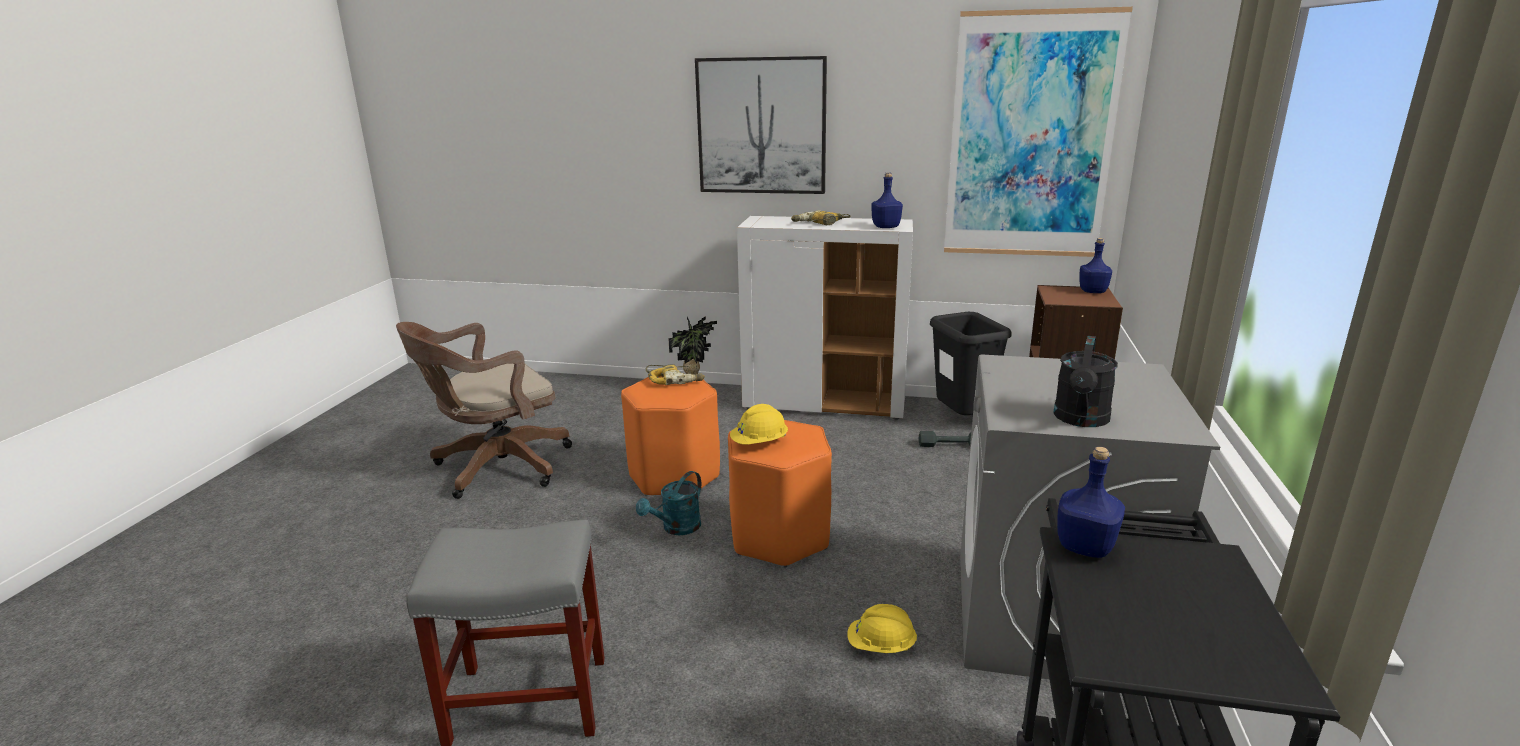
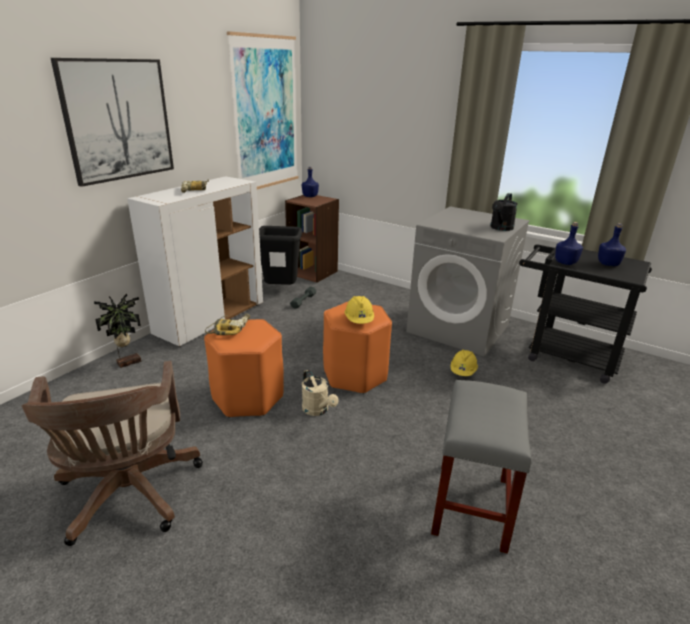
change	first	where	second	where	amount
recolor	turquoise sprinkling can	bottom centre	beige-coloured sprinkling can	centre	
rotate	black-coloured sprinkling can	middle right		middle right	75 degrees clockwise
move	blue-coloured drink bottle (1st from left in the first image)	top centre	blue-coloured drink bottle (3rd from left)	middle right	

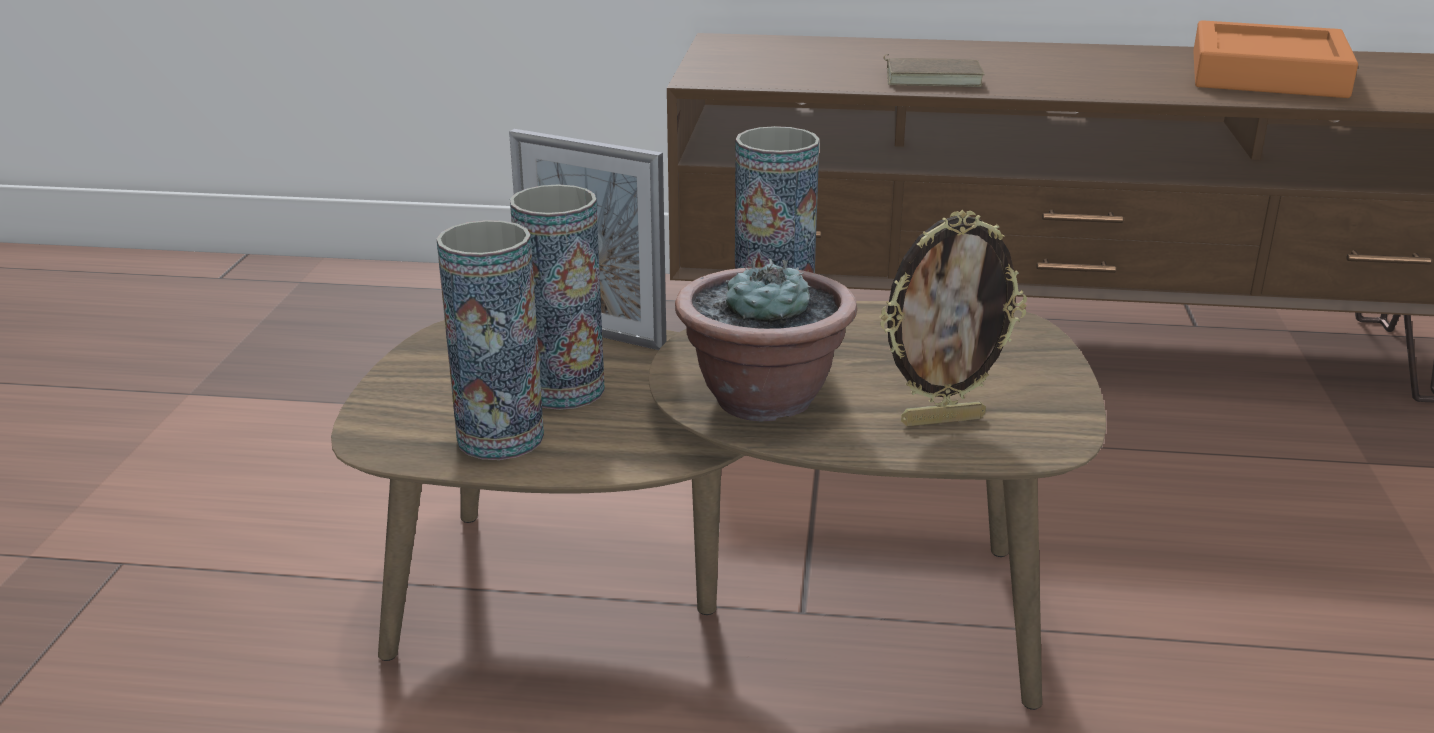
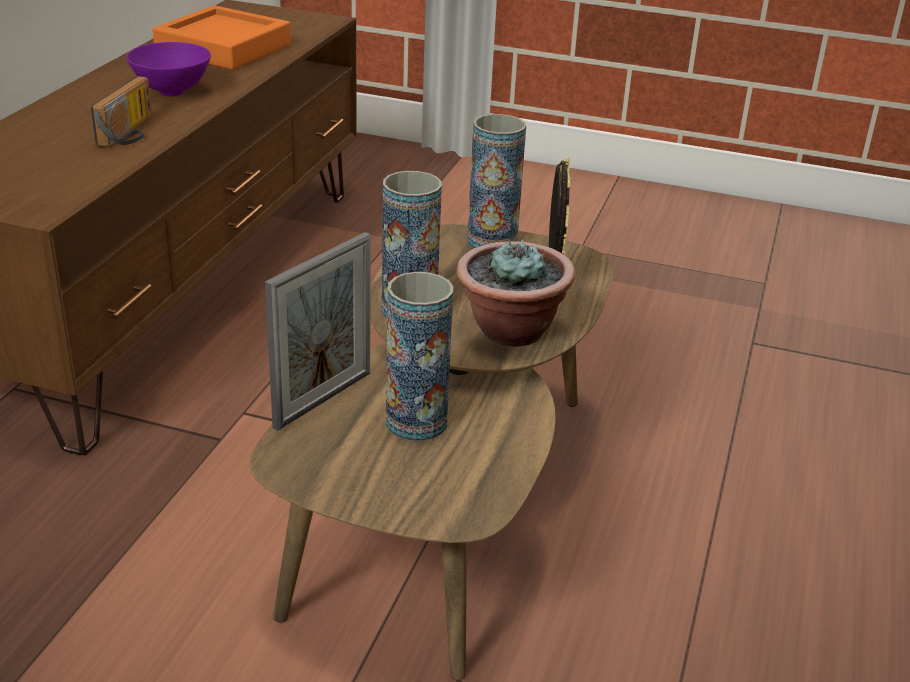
change	first	where	second	where	amount
replace	brown bound book	top centre	radio receiver	top left	
insert			purple deep dish	top left	
move	vase (1st from left in the first image)	centre	vase (3rd from left)	top centre	

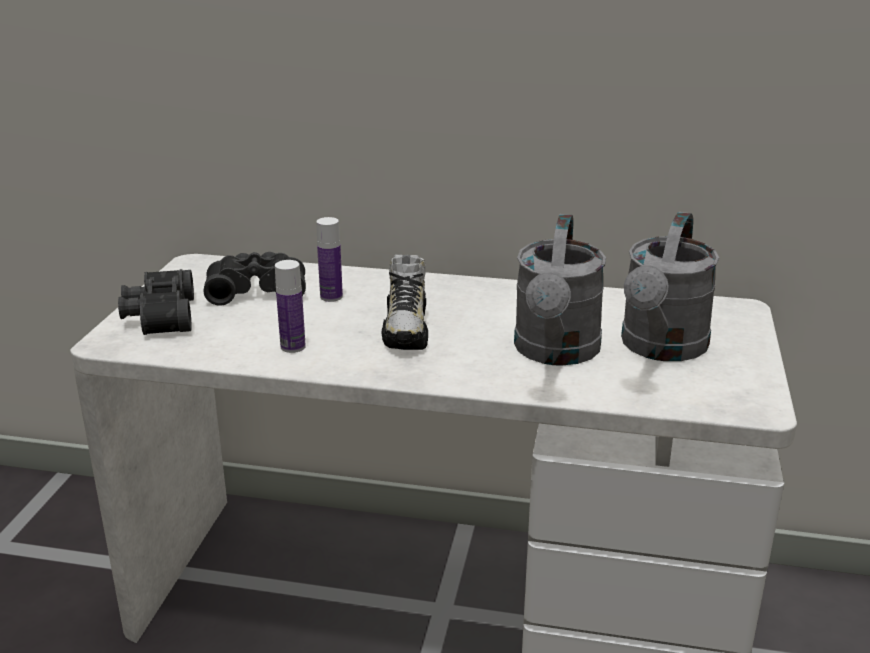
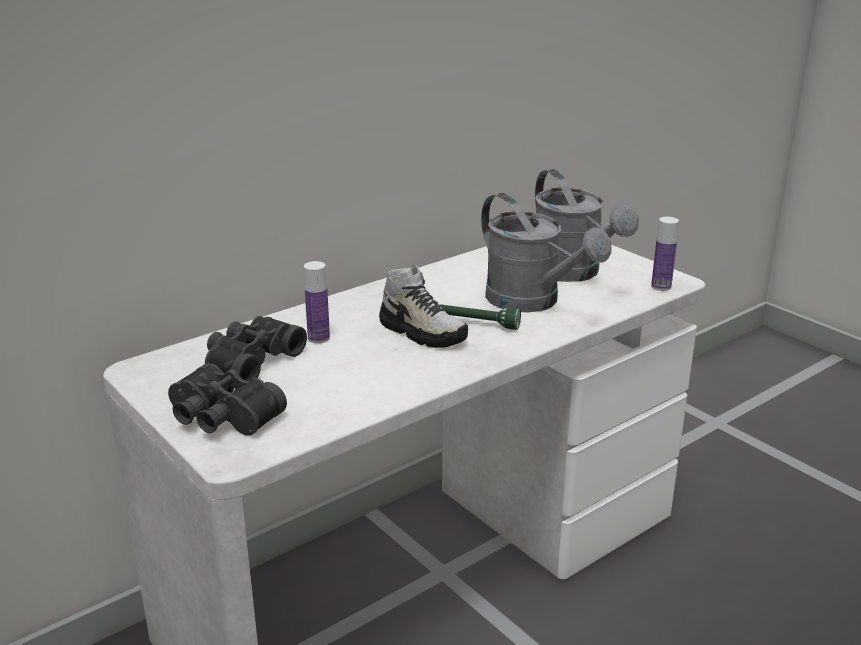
change	first	where	second	where	amount
insert			green hand torch	centre	
move	drink bottle (1st from left in the first image)	centre	drink bottle (2nd from left)	middle right	

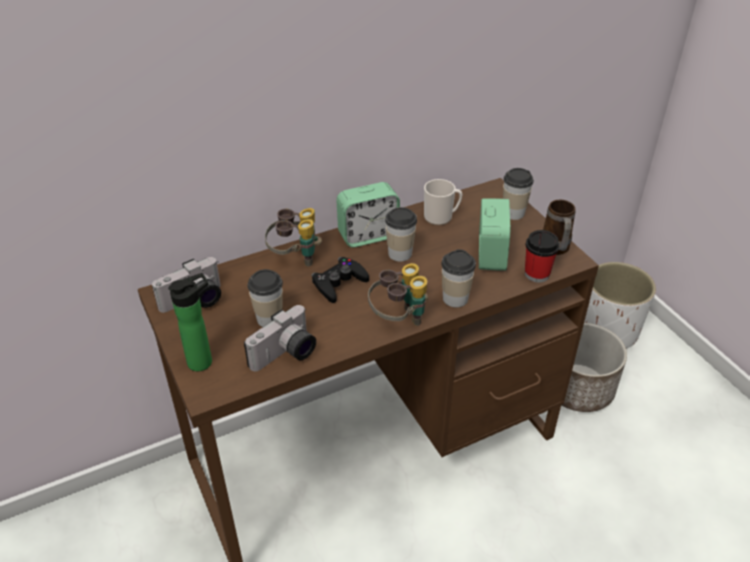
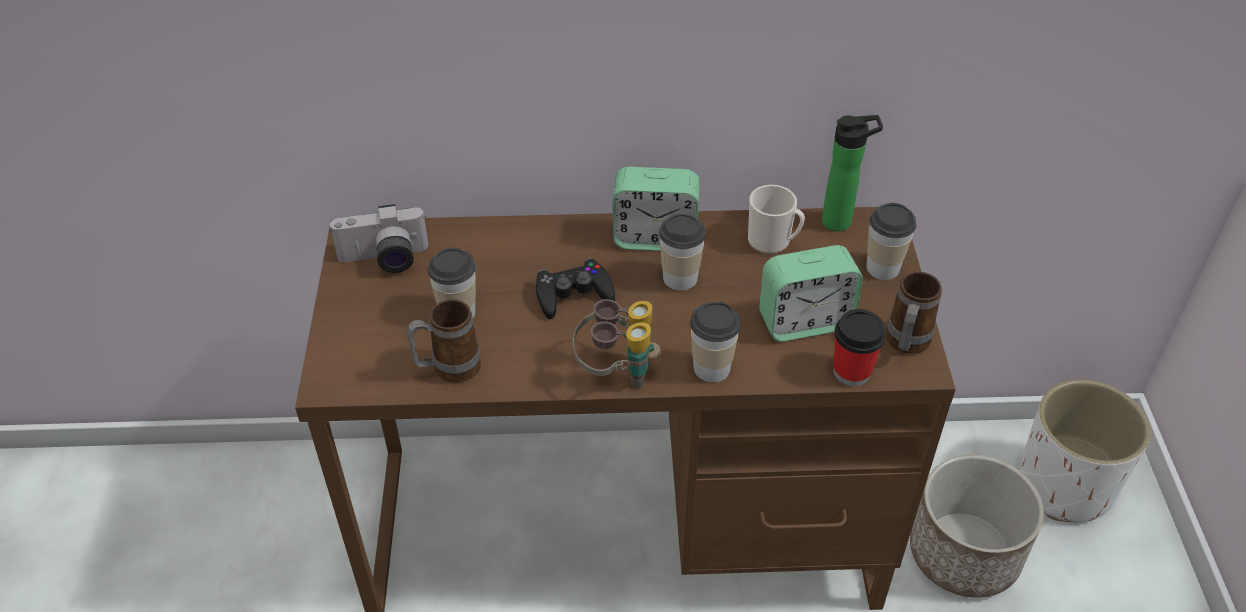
change	first	where	second	where	amount
replace	still camera (2nd from left)	centre	coffee mug (1st from left)	centre	
rotate	bedside clock (2nd from left)	centre		centre	45 degrees clockwise
move	drink bottle	middle left		top right	
delete	pair of binoculars (1st from left)	centre			

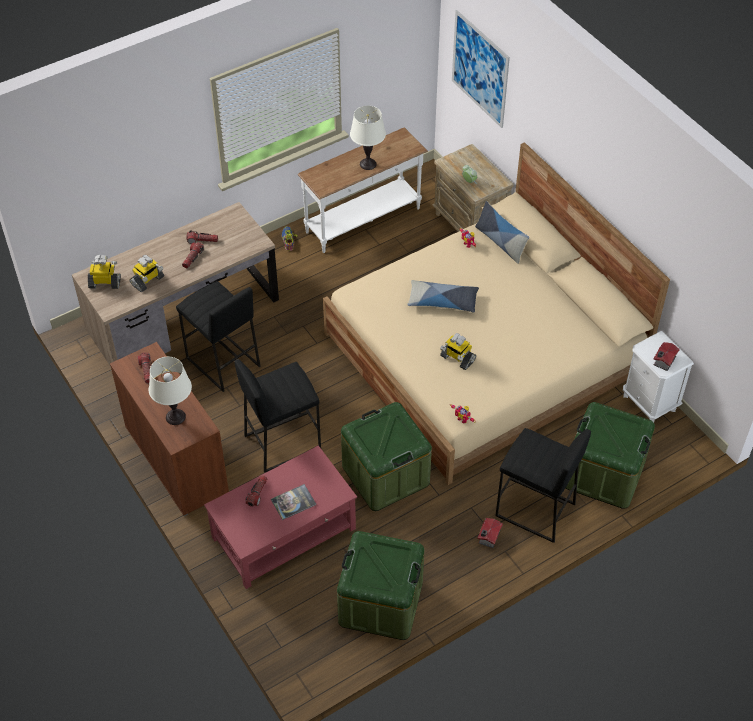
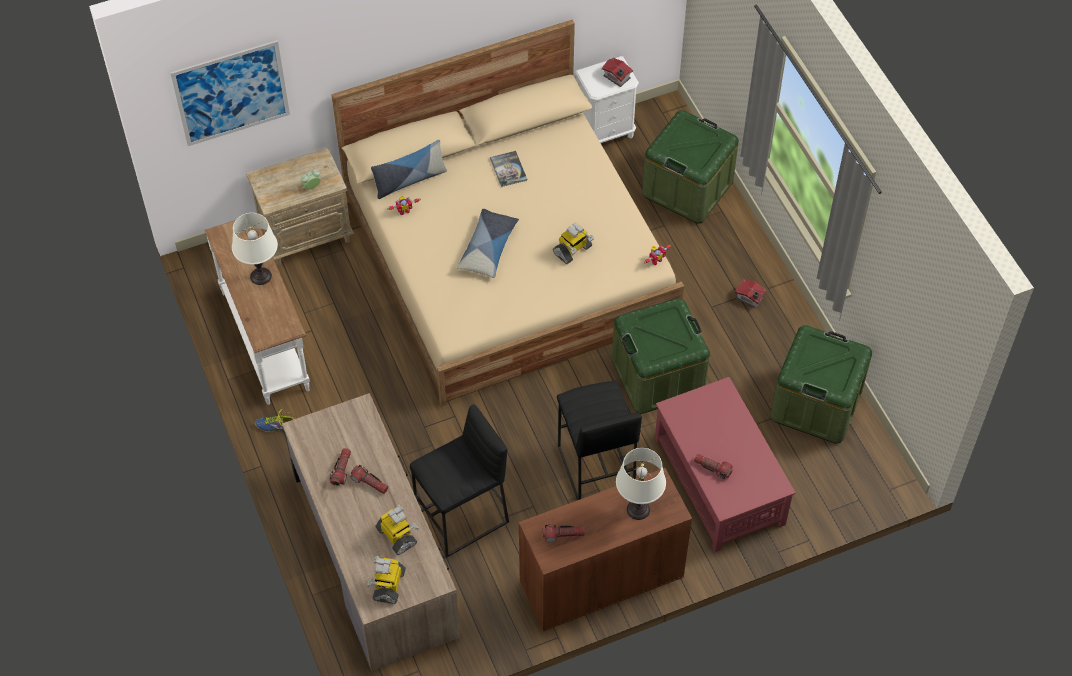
change	first	where	second	where	amount
move	bound book	bottom centre		top centre	
delete	black-coloured sitting stool (3rd from left)	bottom right			

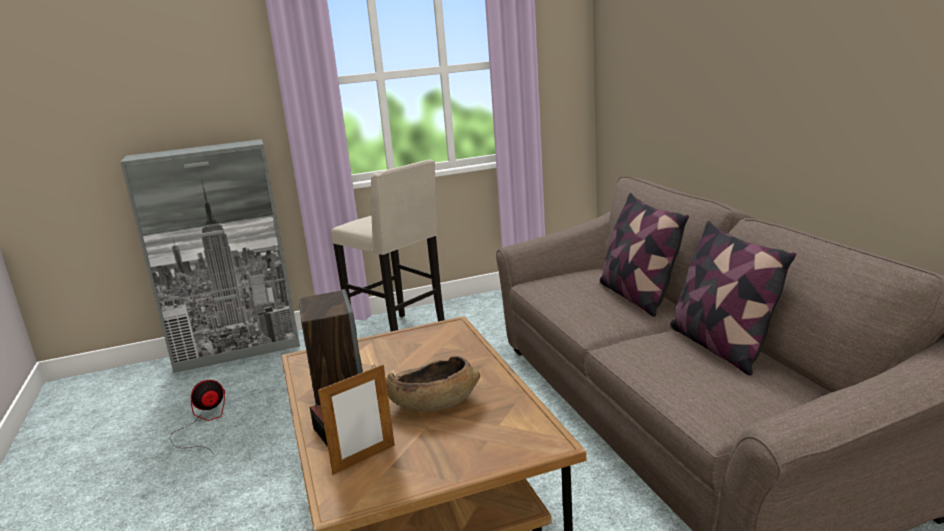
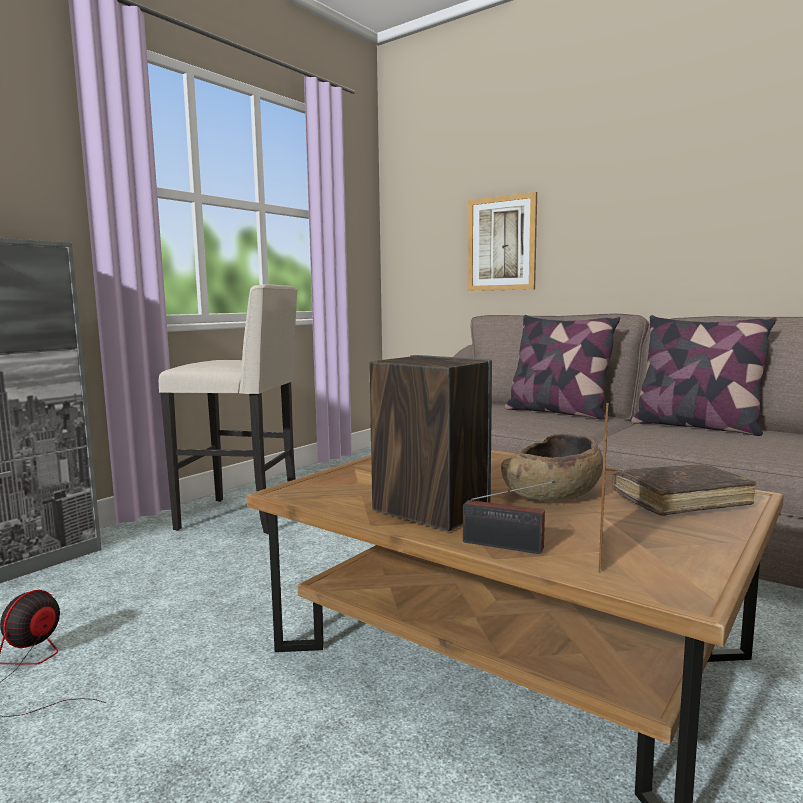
change	first	where	second	where	amount
insert			wall art	top centre	
insert			brown bound book	middle right	

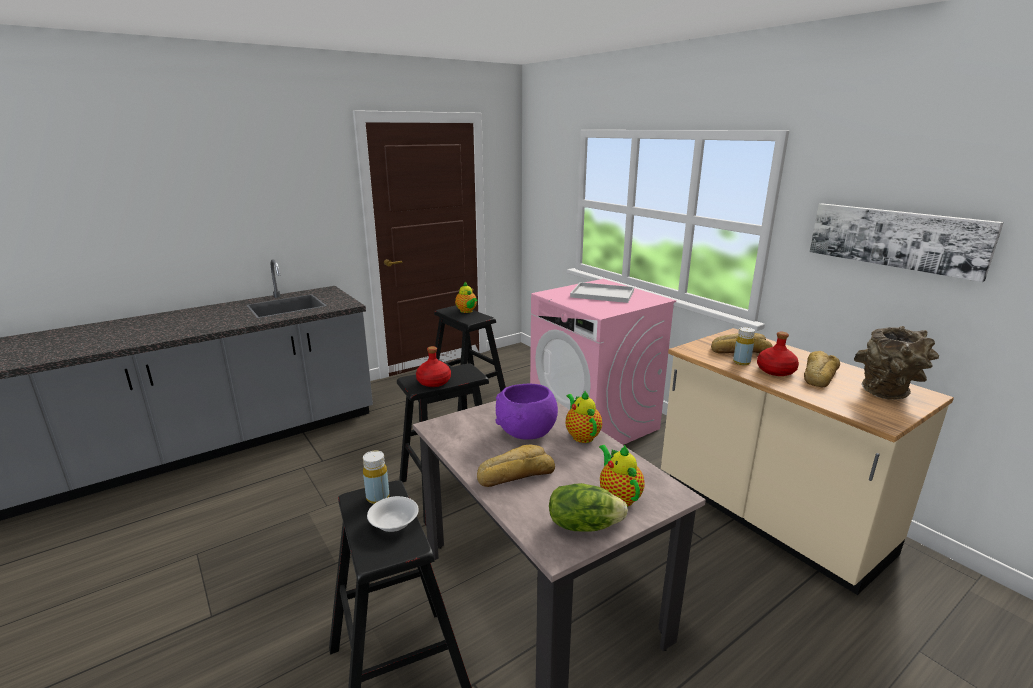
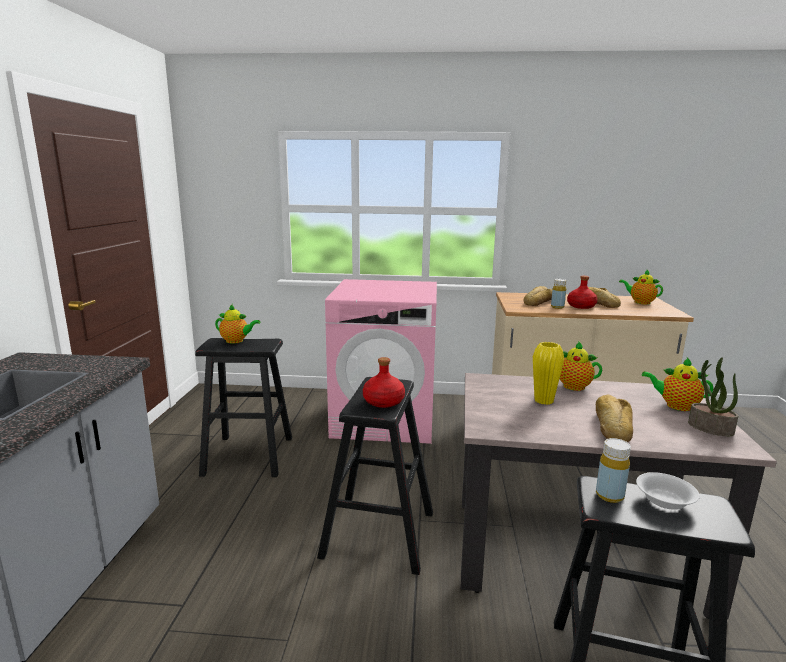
change	first	where	second	where	amount
replace	purple deep dish	centre	yellowish vase	middle right	
replace	brown vase	middle right	pot for tea (3rd from left)	middle right	
replace	lettuce head	bottom centre	houseplant	middle right	
delete	white-coloured tray	centre			
delete	wall art	middle right			

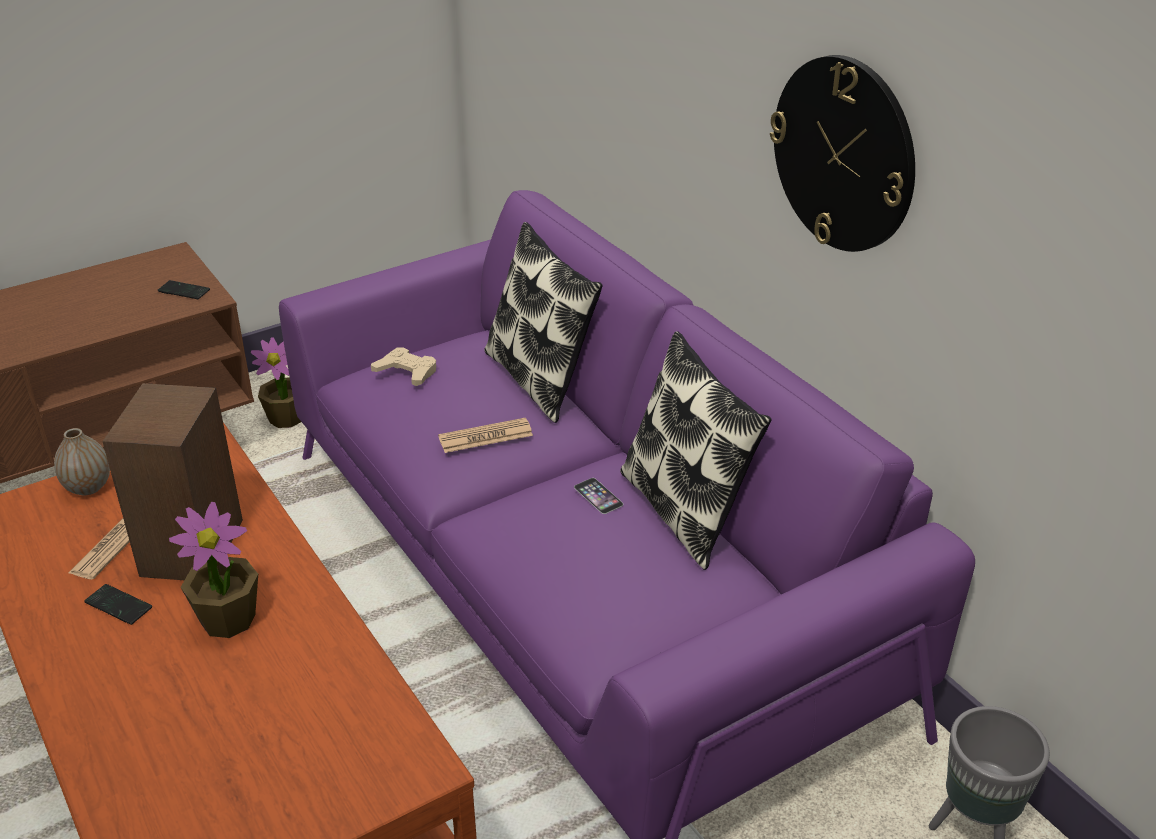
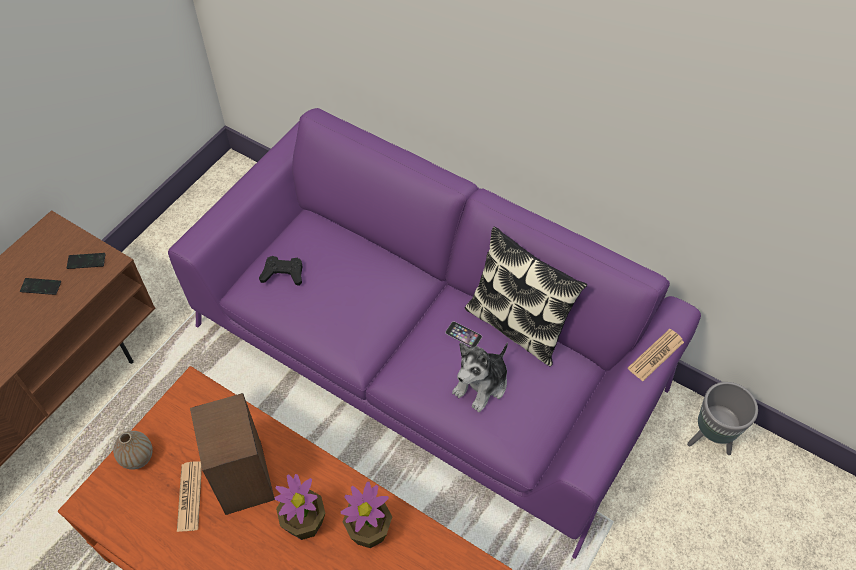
change	first	where	second	where	amount
move	handset (1st from left)	bottom left		middle left	
recolor	beige-coloured joypad	centre	black-coloured joypad	middle left	
move	houseplant (2nd from left)	middle left		bottom centre	
insert			cuddly toy	centre	
move	daily paper (2nd from left)	centre		middle right	
delete	cushion (1st from left)	centre			
delete	wall clock	top right			

